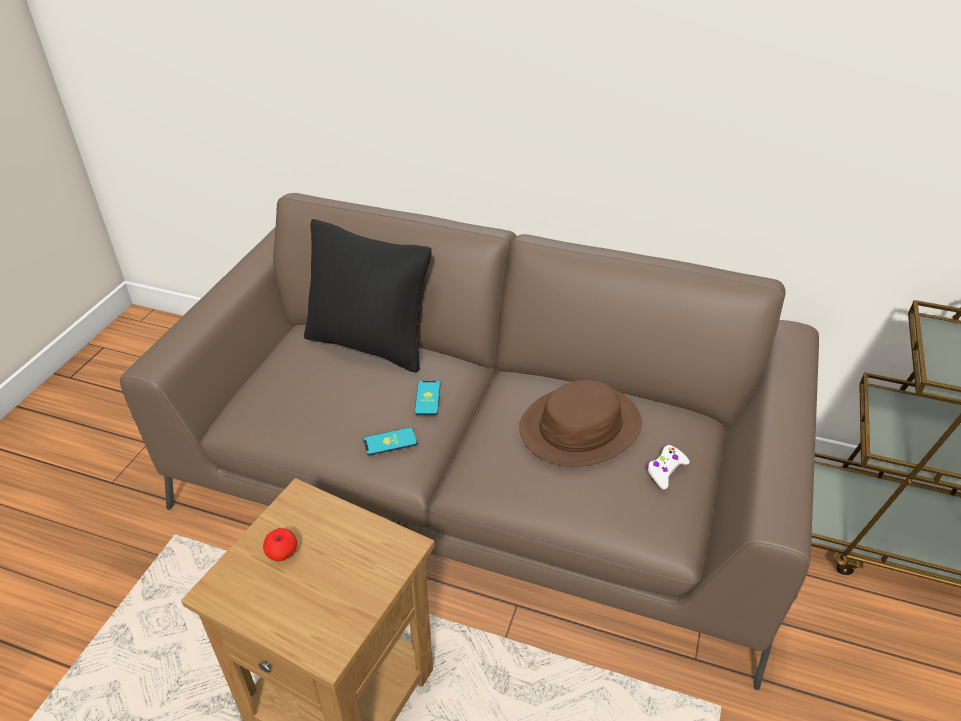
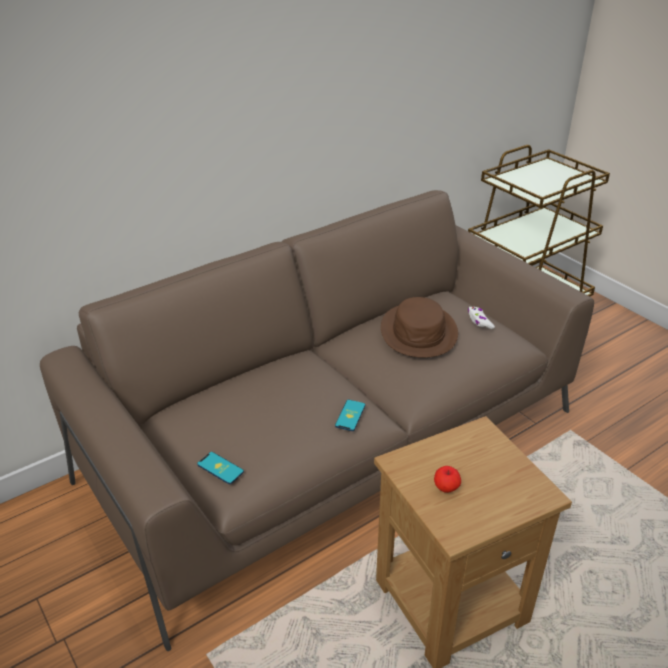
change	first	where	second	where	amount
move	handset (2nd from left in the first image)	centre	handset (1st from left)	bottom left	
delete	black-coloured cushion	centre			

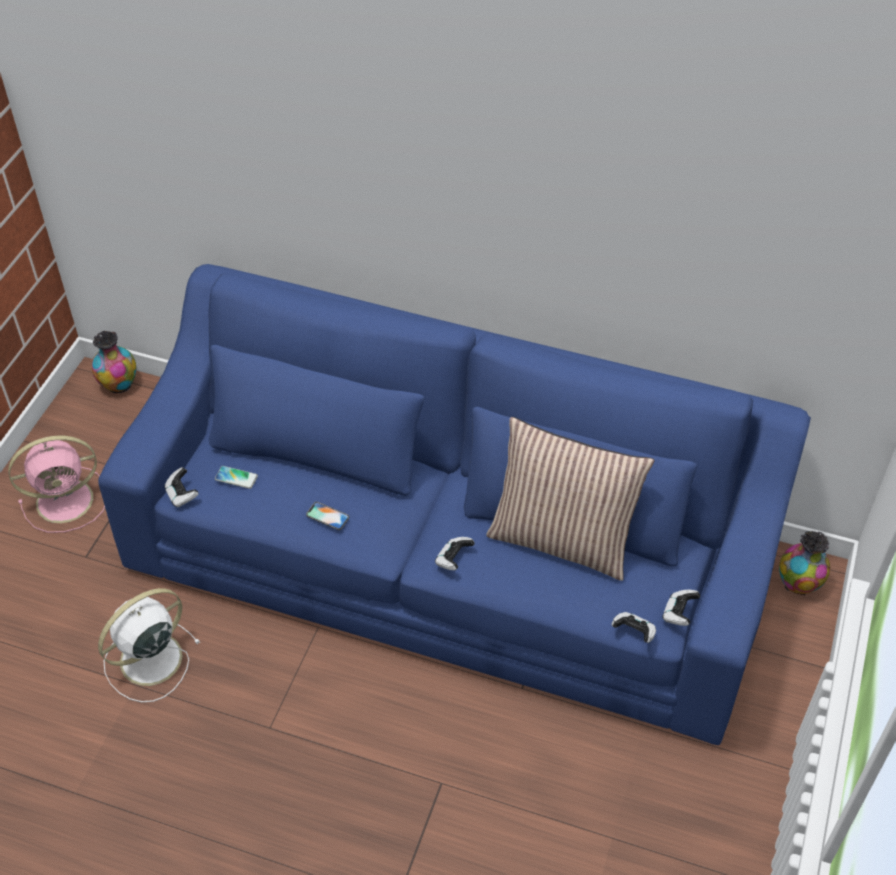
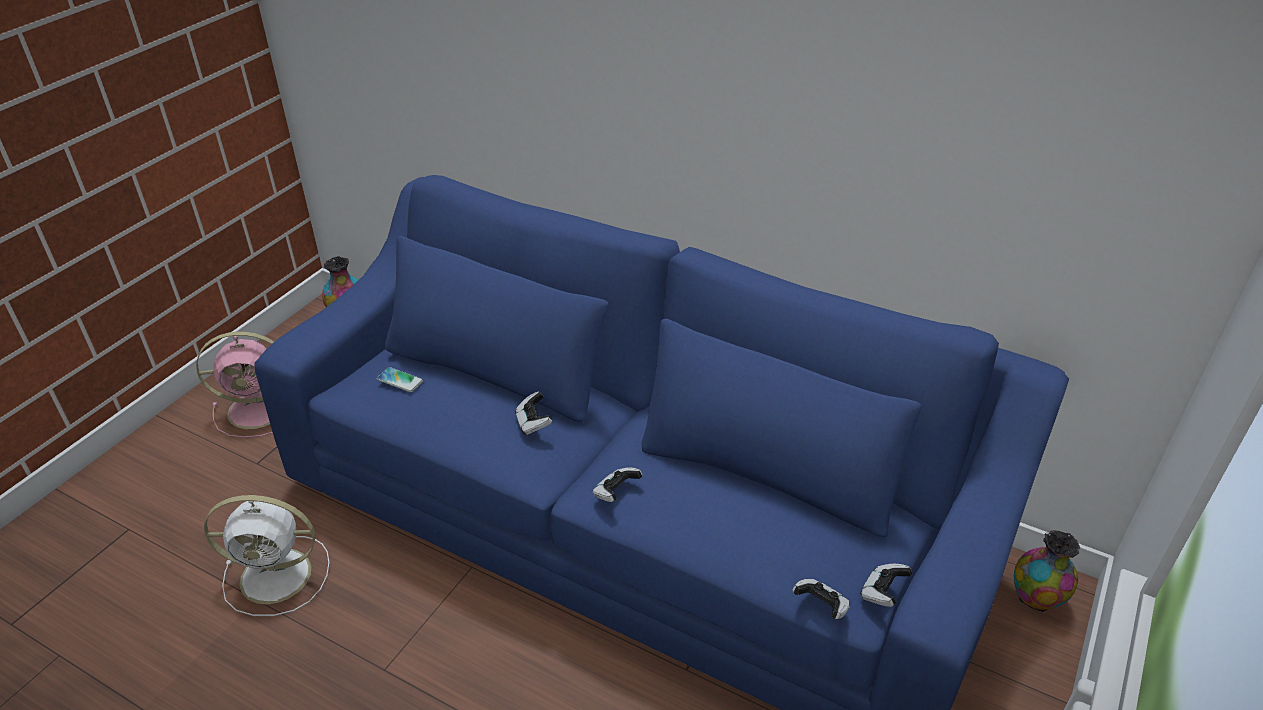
change	first	where	second	where	amount
rotate	white-coloured cooling fan	bottom left		bottom left	150 degrees counterclockwise
move	joypad (1st from left)	middle left		centre	
delete	handset (2nd from left)	centre			
delete	cushion	centre			

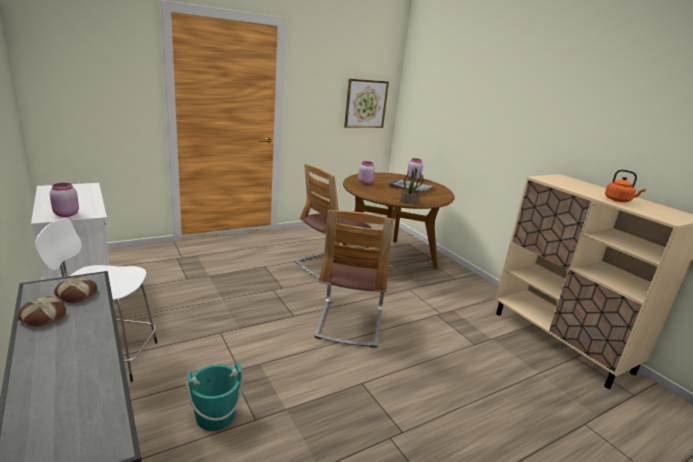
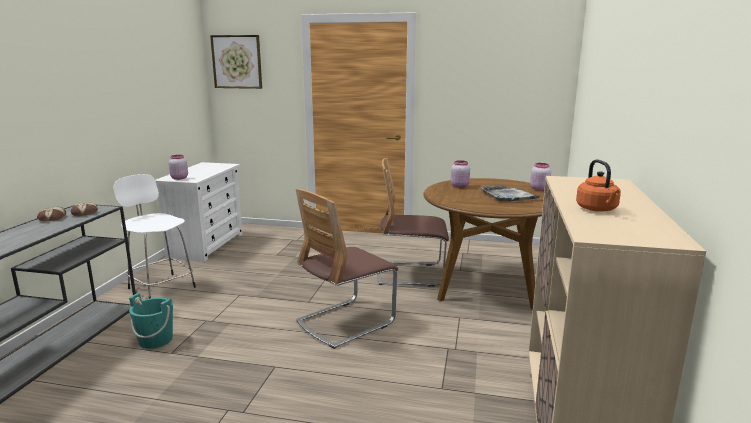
change	first	where	second	where	amount
move	wall art	top centre		top left	
delete	houseplant	centre			

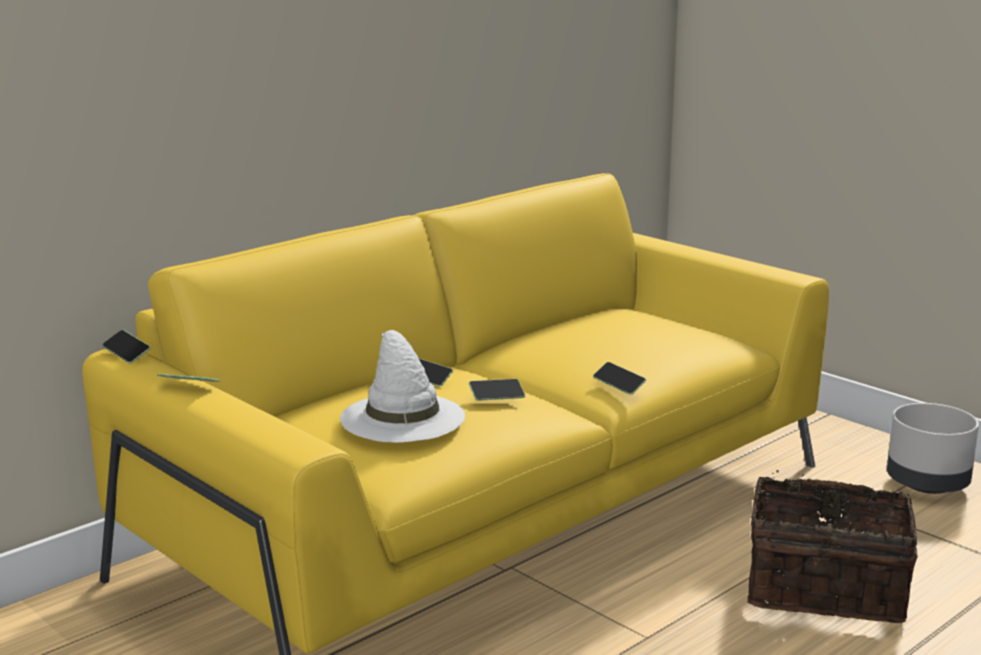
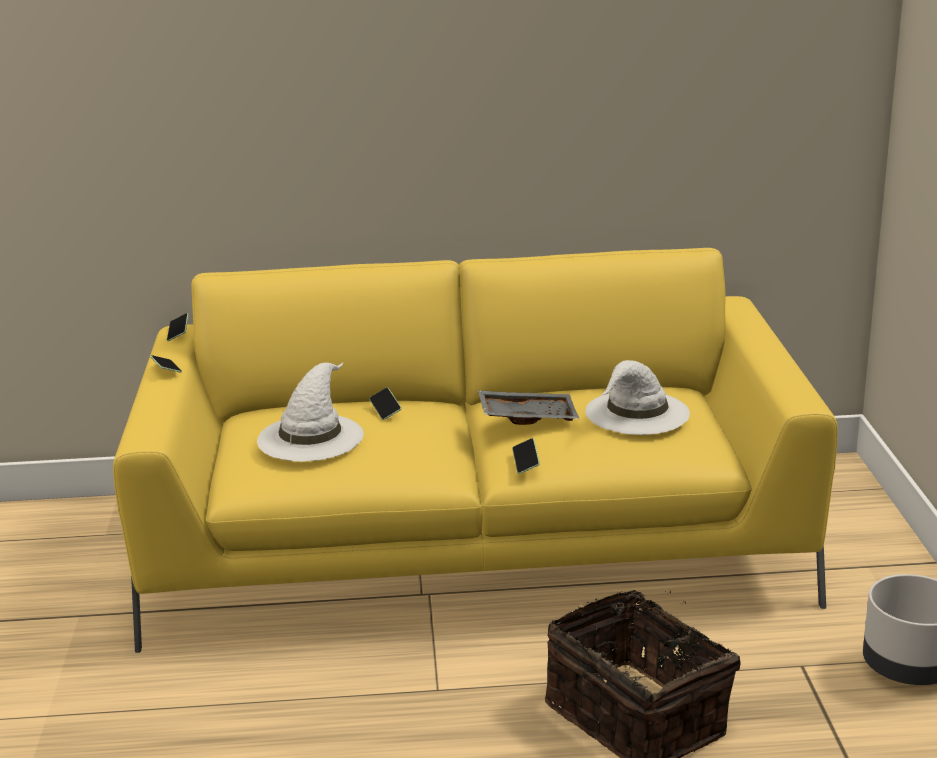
change	first	where	second	where	amount
insert			gray tray	centre	
insert			white-coloured hat (2nd from left)	middle right	
delete	handset (4th from left)	centre			

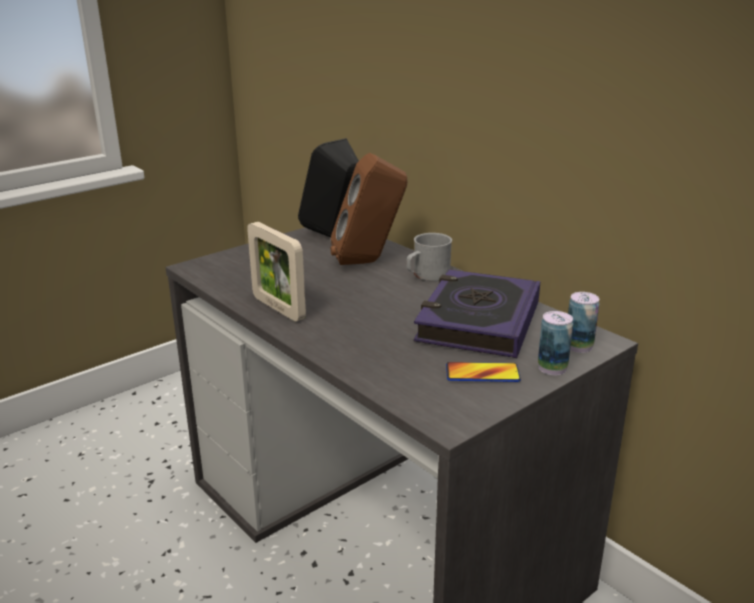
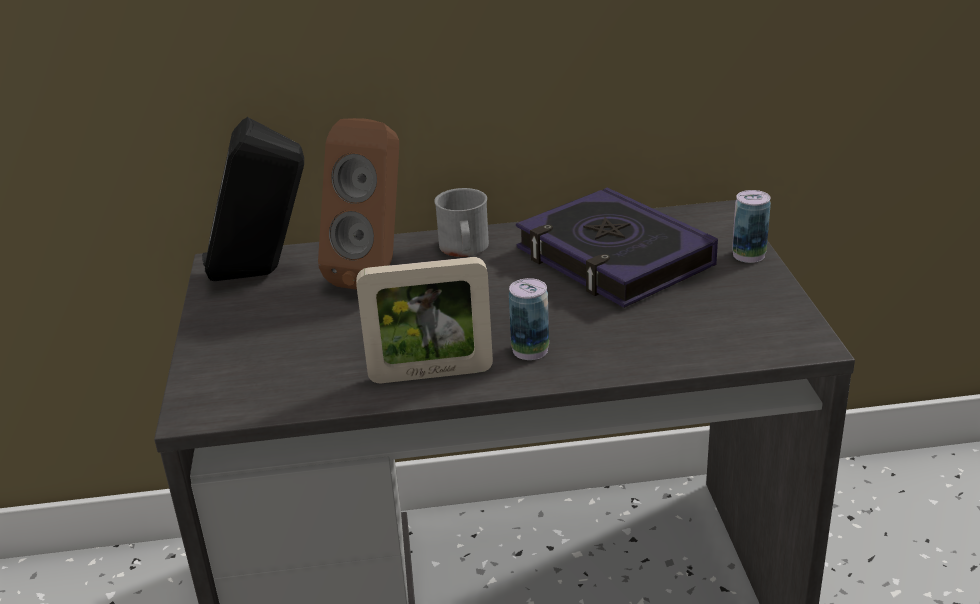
change	first	where	second	where	amount
move	can (2nd from left in the first image)	middle right	can (1st from left)	centre	
delete	handset	centre			

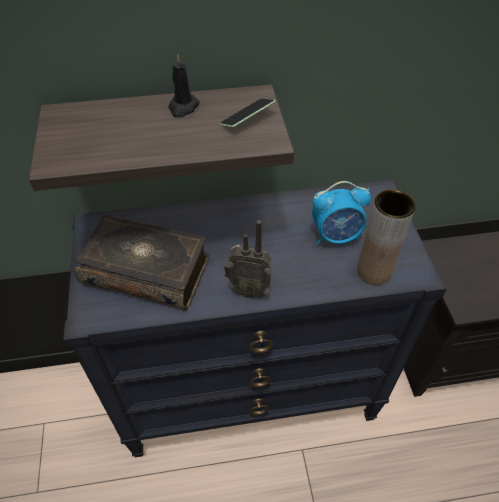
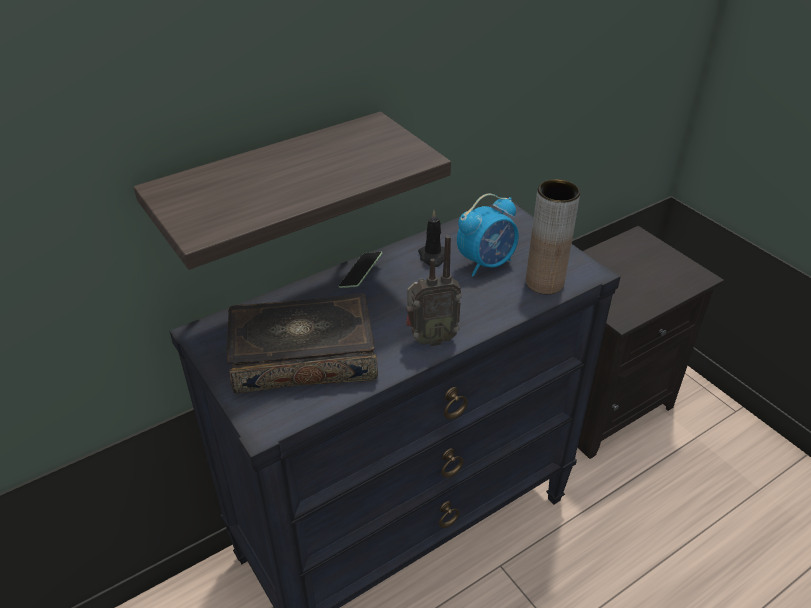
change	first	where	second	where	amount
move	handset	top centre		centre	
move	black-coloured candle	top centre		centre	

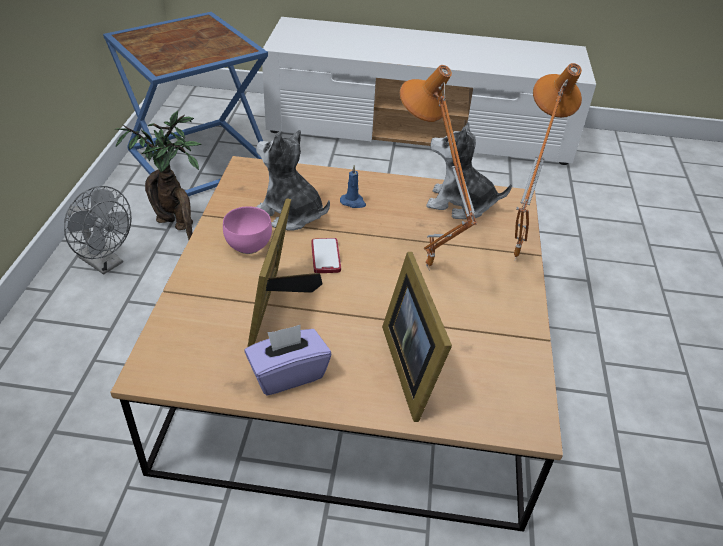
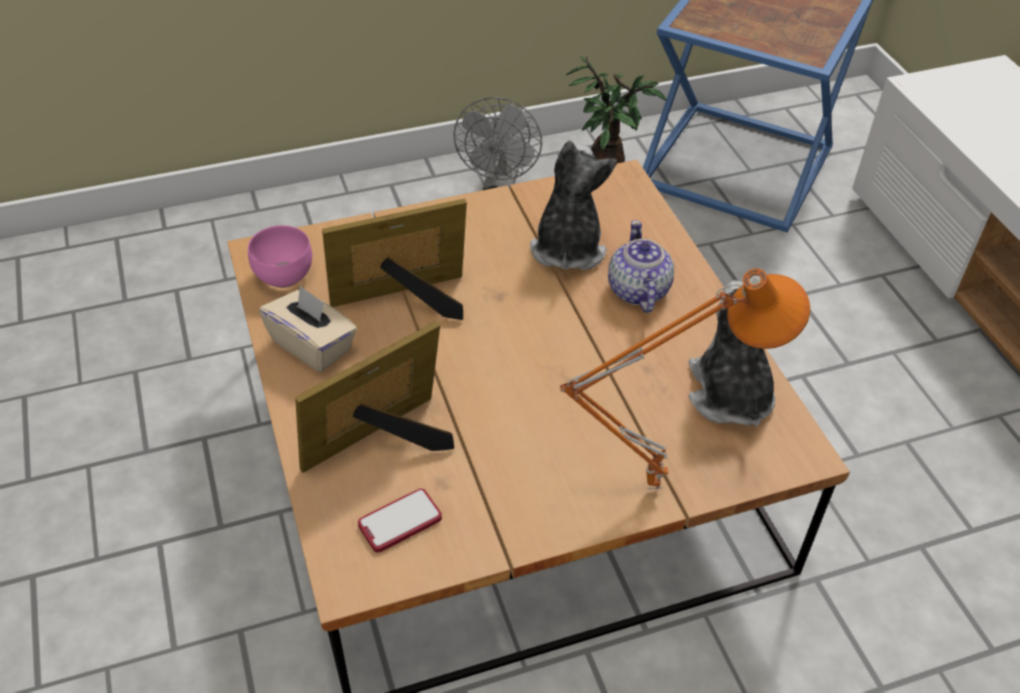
change	first	where	second	where	amount
move	pinkish deep dish	centre		middle left	
recolor	purple tissue box	centre	beige-coloured tissue box	middle left	
move	handset	centre		bottom centre	
replace	blue-coloured candle	centre	pot for tea	centre	
delete	orange table lamp (1st from left)	top centre			

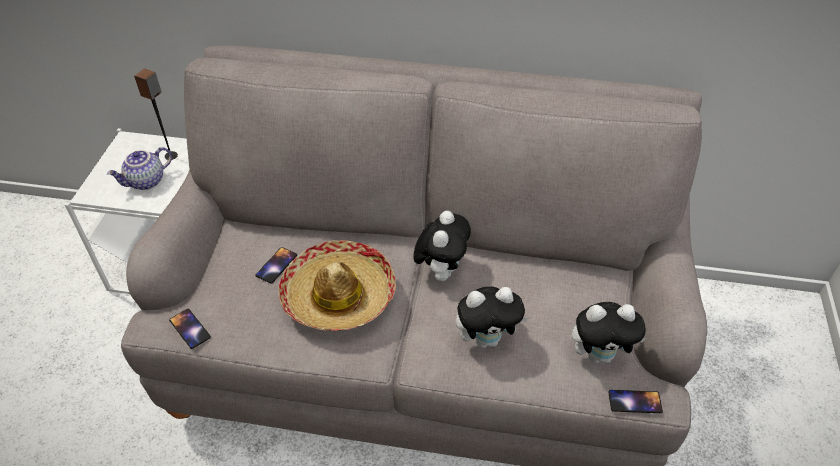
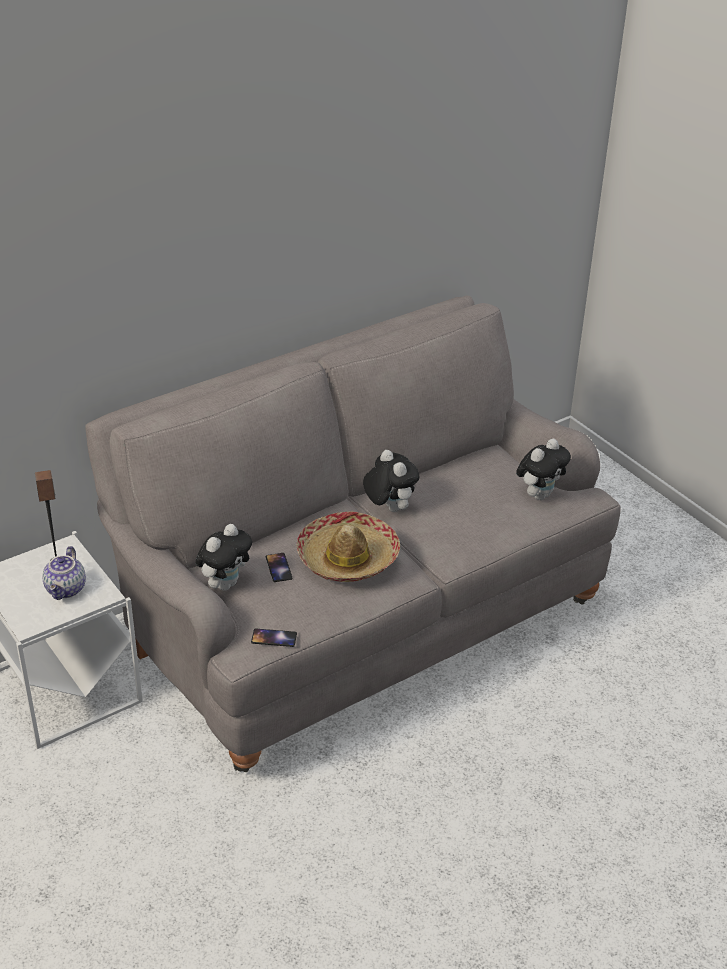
change	first	where	second	where	amount
move	cuddly toy (2nd from left in the first image)	bottom centre	cuddly toy (1st from left)	middle left	
delete	handset (3rd from left)	bottom right			

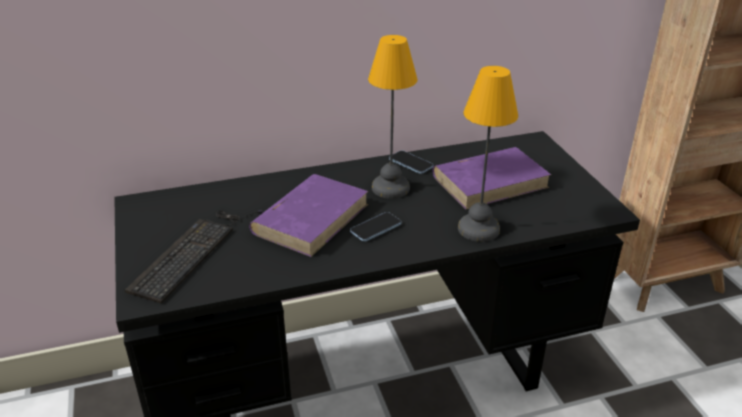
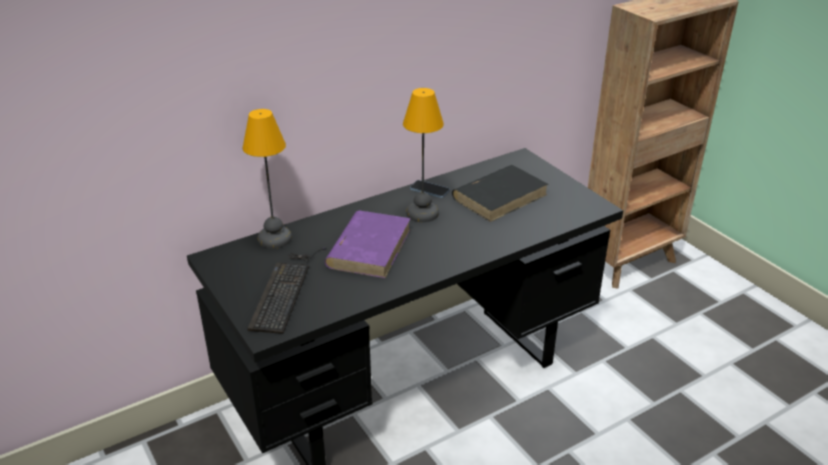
change	first	where	second	where	amount
move	table lamp (2nd from left in the first image)	centre	table lamp (1st from left)	middle left	
recolor	purple bound book (2nd from left)	centre	black-coloured bound book	centre	
delete	handset (1st from left)	centre			

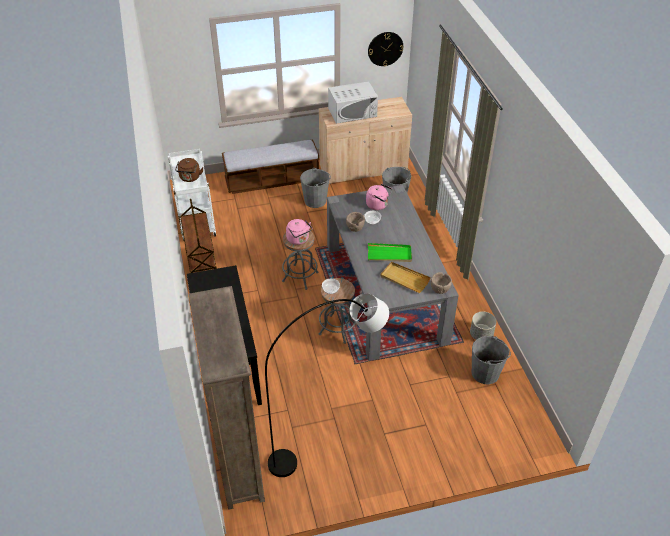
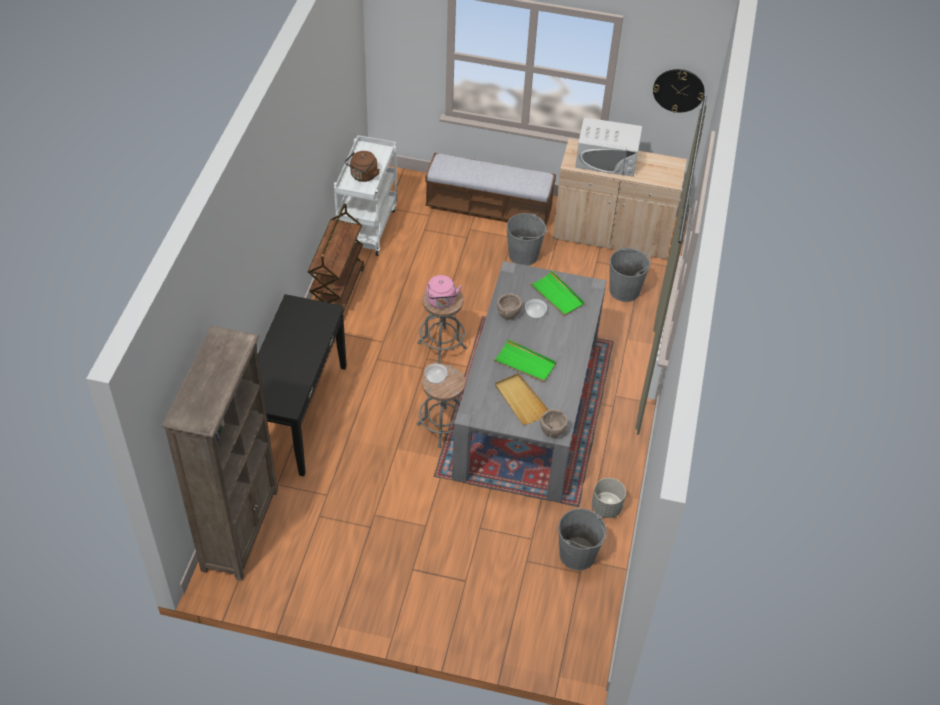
change	first	where	second	where	amount
replace	pinkish tea kettle (2nd from left)	centre	green tray (2nd from left)	centre	
delete	gray standard lamp	bottom centre			

